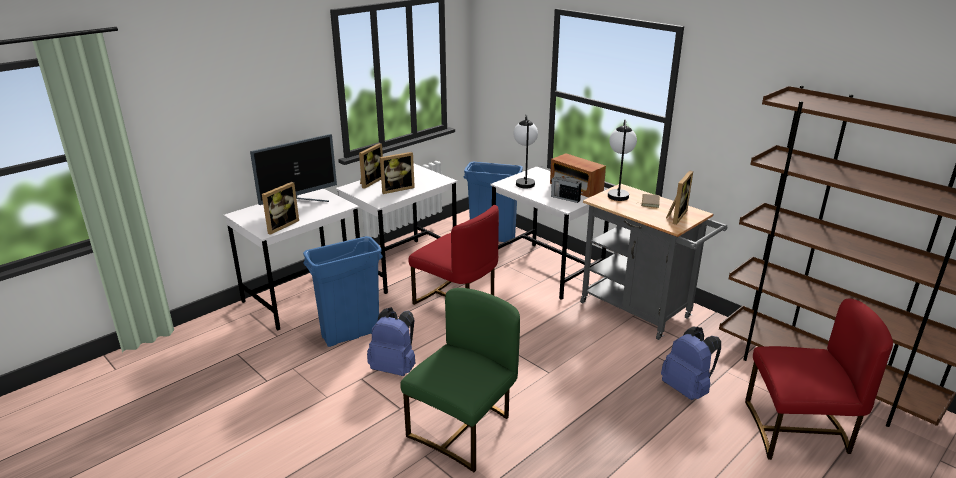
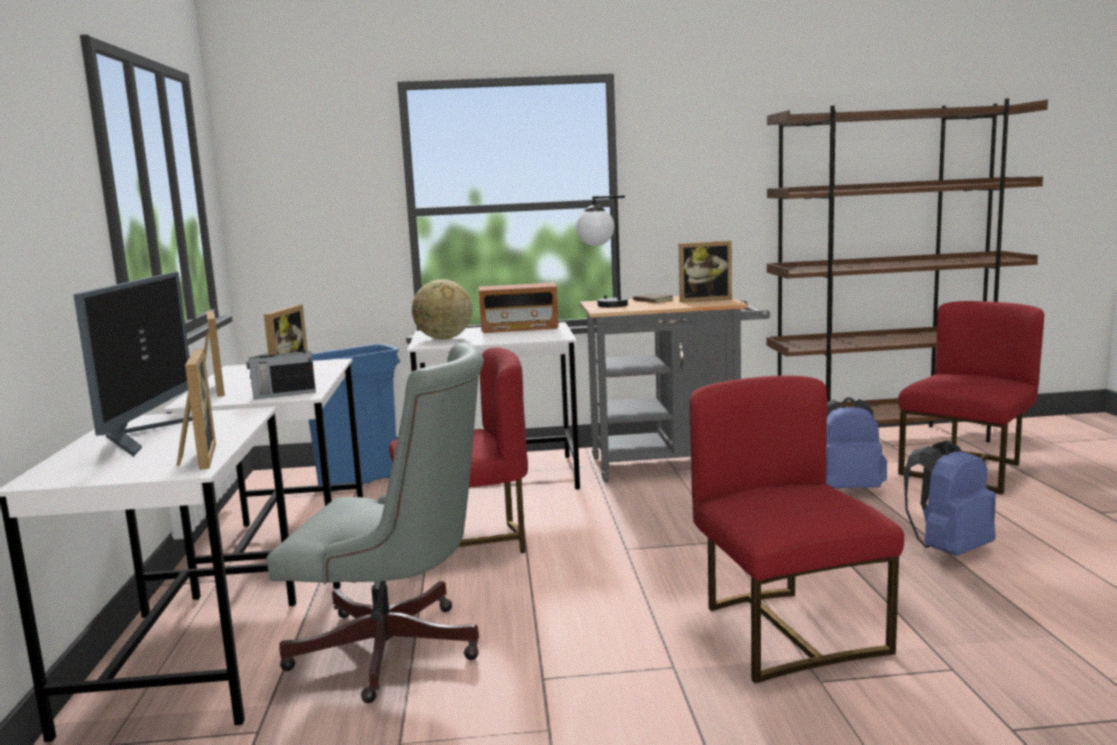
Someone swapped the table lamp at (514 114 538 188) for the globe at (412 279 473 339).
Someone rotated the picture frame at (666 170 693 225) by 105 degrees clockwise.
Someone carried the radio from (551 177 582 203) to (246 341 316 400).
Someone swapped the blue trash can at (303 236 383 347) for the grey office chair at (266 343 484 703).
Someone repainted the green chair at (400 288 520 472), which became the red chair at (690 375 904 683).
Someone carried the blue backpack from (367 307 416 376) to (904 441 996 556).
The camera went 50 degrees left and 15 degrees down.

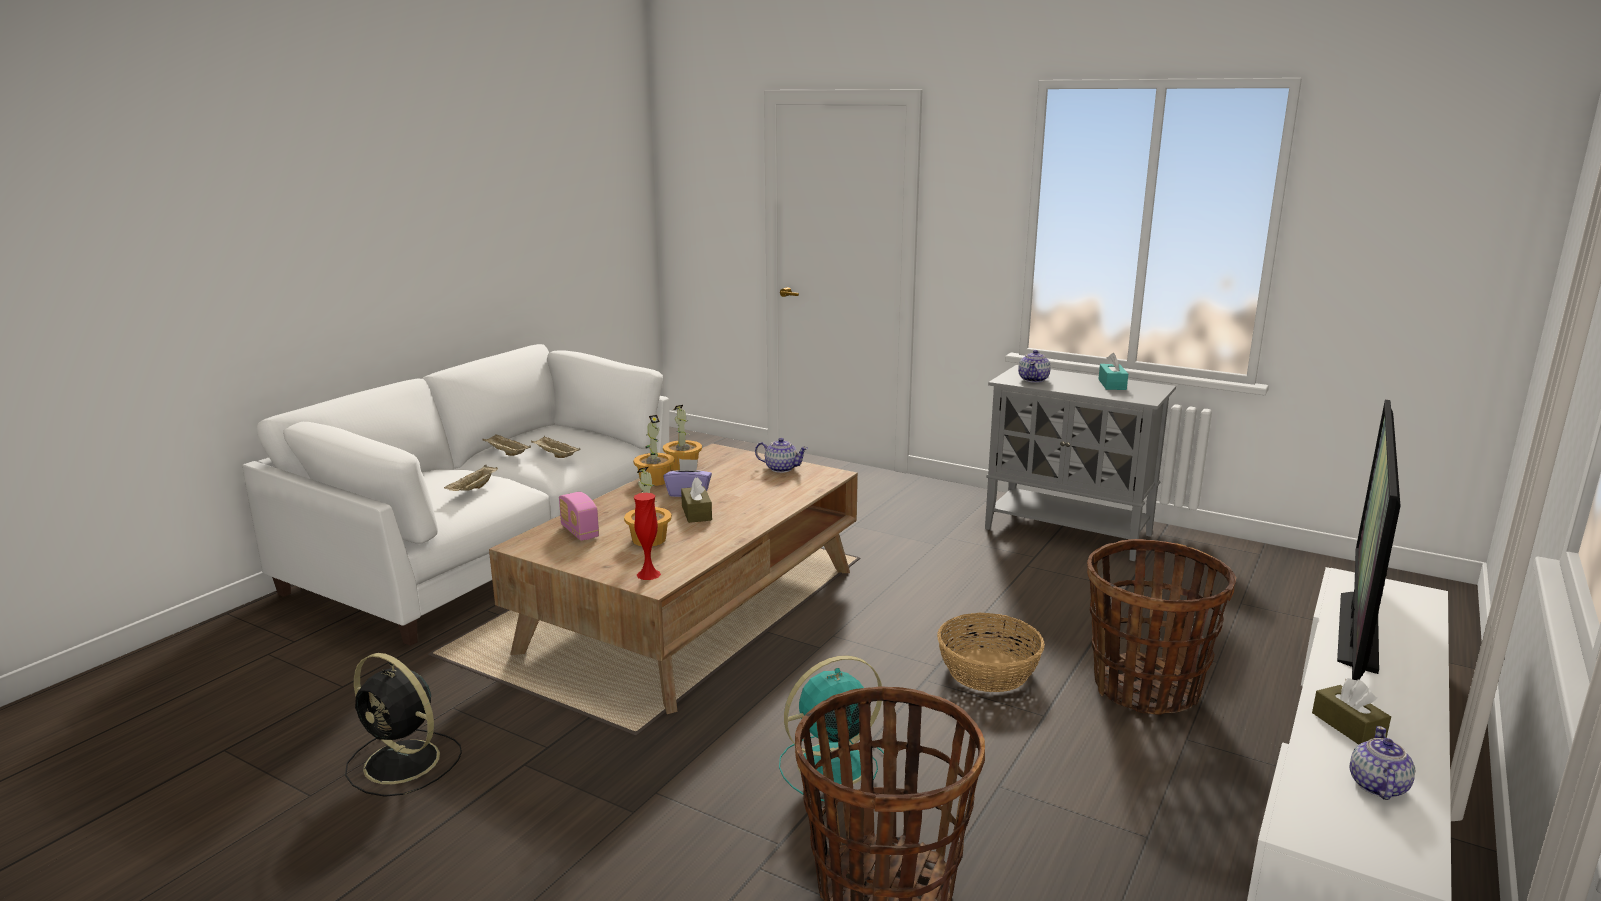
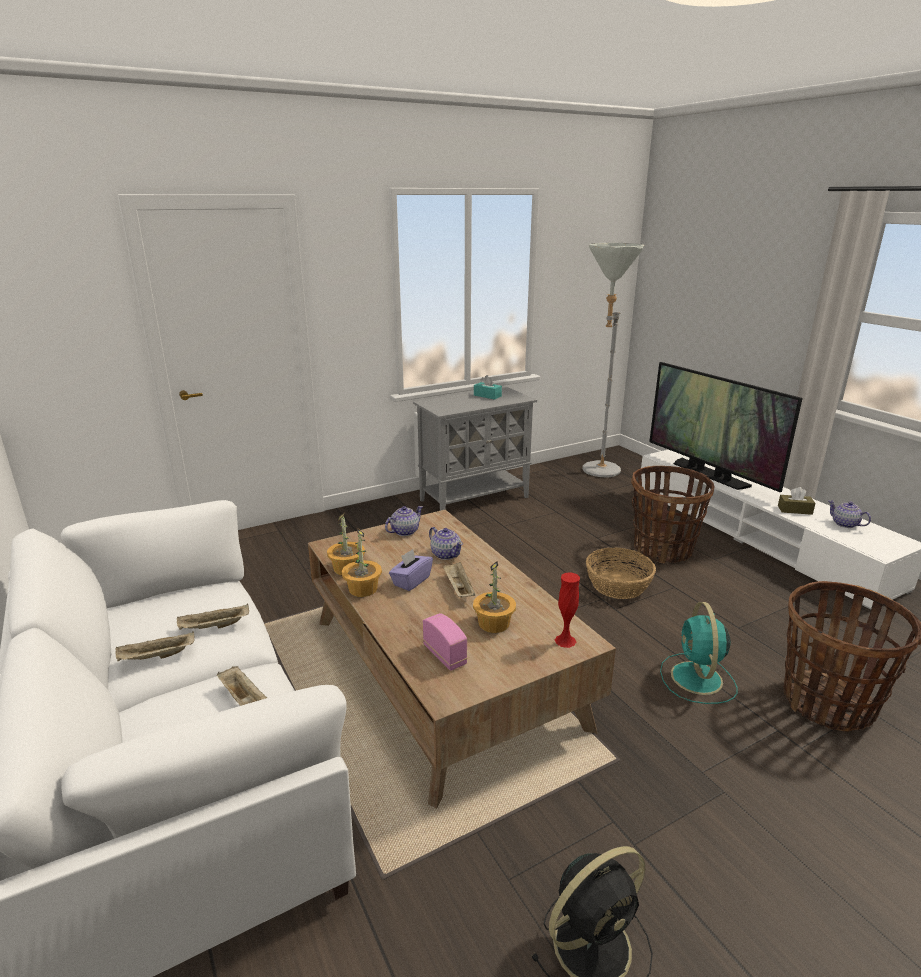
Someone carried the teapot from (1018 350 1051 383) to (429 527 463 560).
Someone swapped the brown tissue box at (681 477 712 523) for the beige tray at (443 562 476 597).
Someone rotated the radio at (559 492 599 541) by 120 degrees counterclockwise.
Someone put down the grey floor lamp at (582 243 644 478).
The camera went 60 degrees left and 5 degrees up.

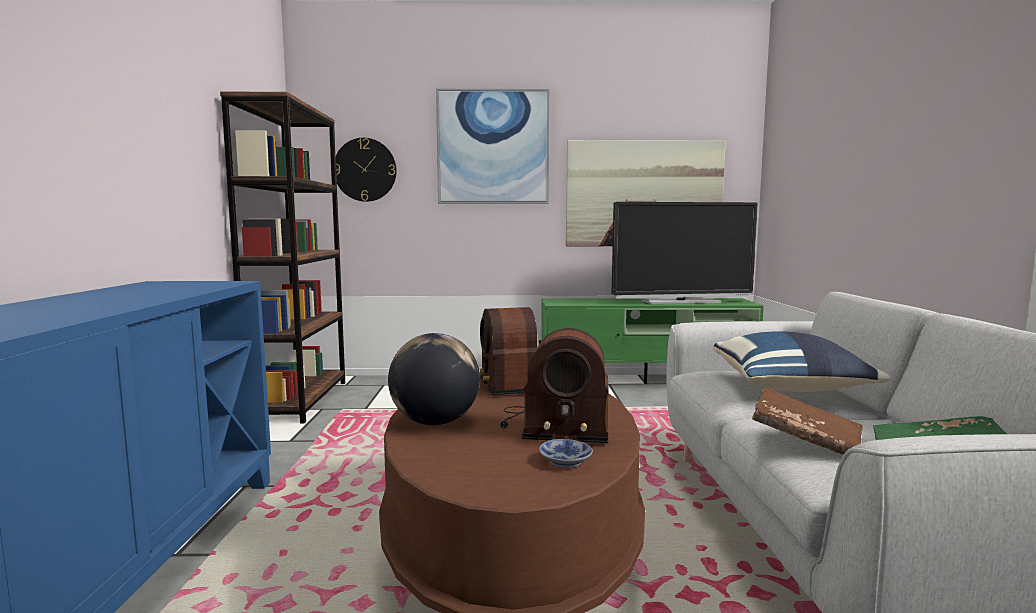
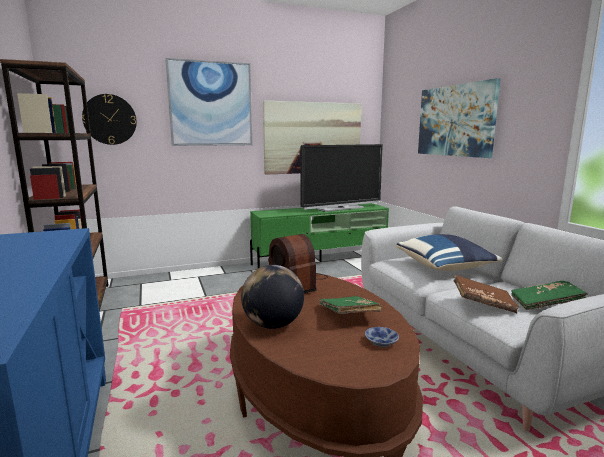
Someone swapped the radio at (500 328 609 443) for the green book at (319 296 382 314).
Someone put up the picture at (418 78 501 158).
The camera went 20 degrees left and 5 degrees up.

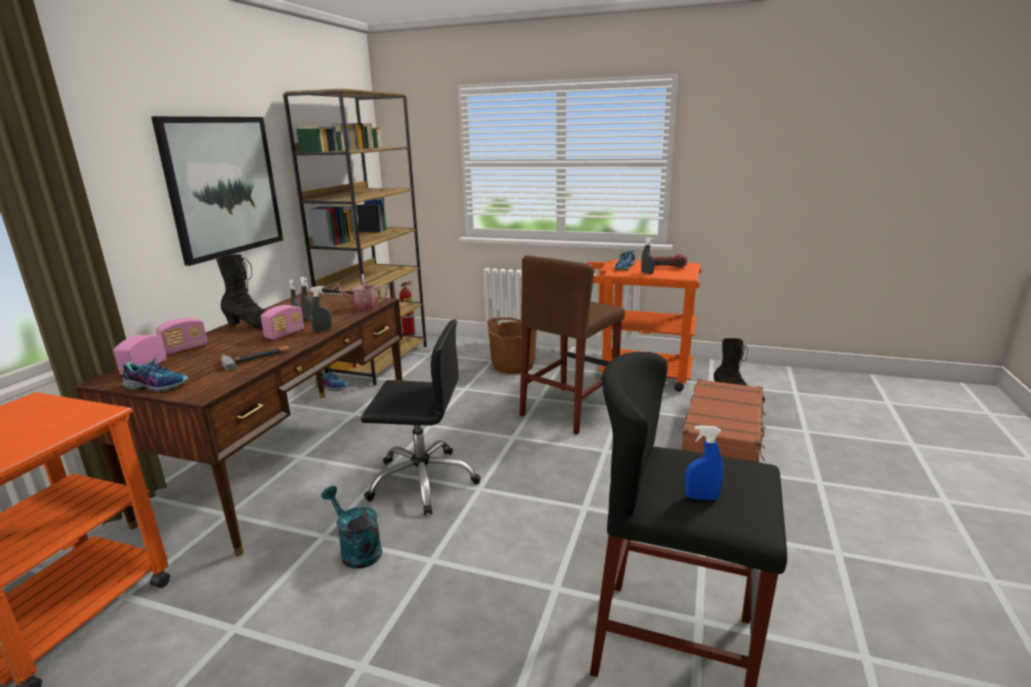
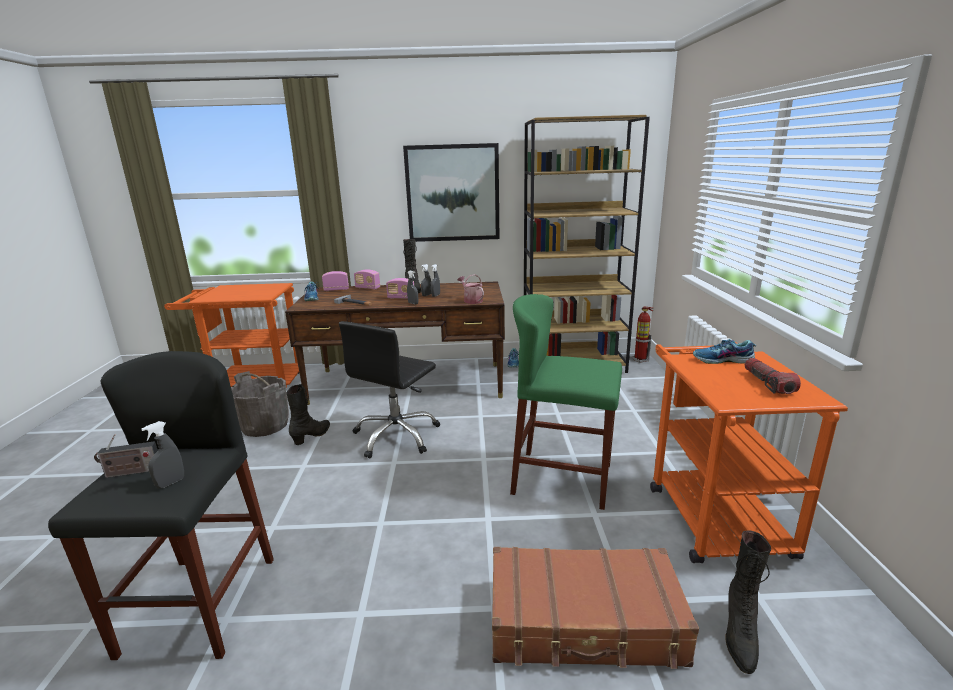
Someone carried the grey spray bottle from (641 237 655 274) to (141 421 184 489).
Someone repainted the brown stool at (520 256 625 435), which became the green stool at (510 294 622 510).
Someone took away the brown bucket at (487 317 537 374).
Someone rotated the black office chair at (361 320 481 515) by 45 degrees clockwise.
Someone swapped the blue spray bottle at (685 426 723 500) for the radio at (94 434 158 478).
Someone swapped the turquoise watering can at (321 486 382 569) for the black boot at (286 384 330 445).
Someone put down the grey bucket at (231 371 289 437).
The camera went 70 degrees right and 0 degrees up.

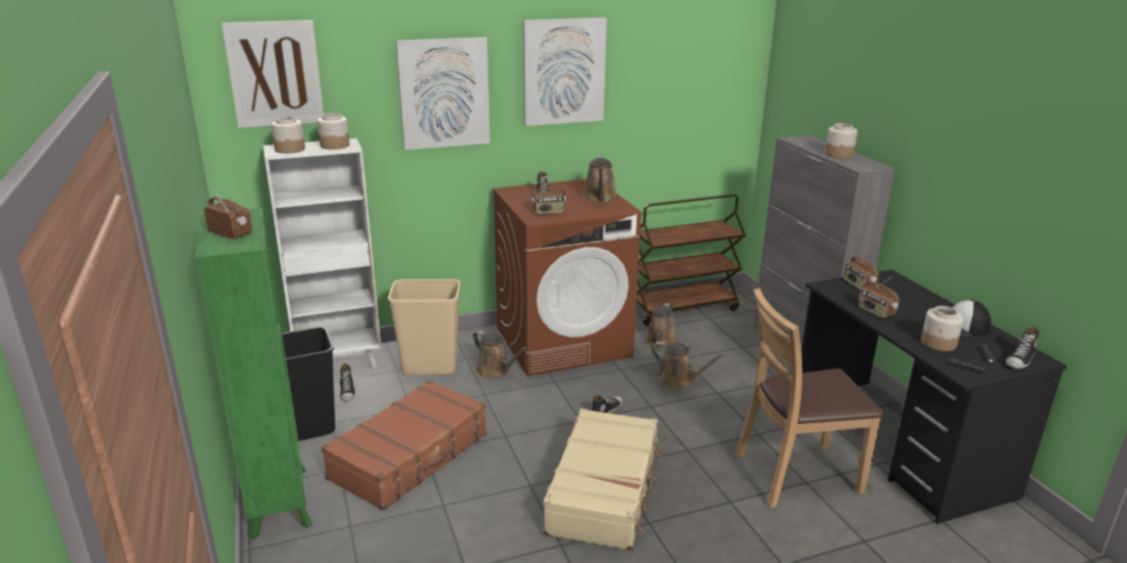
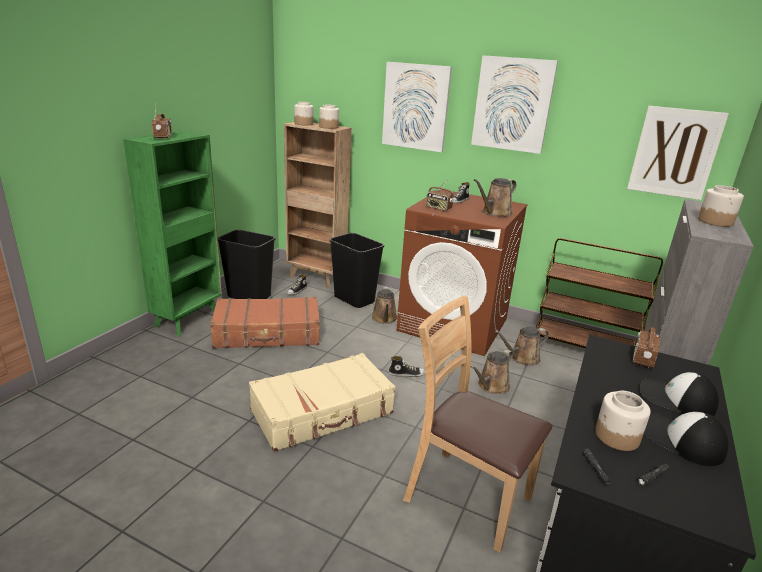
Someone carried the picture from (222 20 324 128) to (627 106 729 200).
Someone repainted the white bookcase at (263 138 381 370), which became the brown bookcase at (284 122 352 288).
Someone took away the radio at (858 276 899 318).
Someone repainted the beige trash can at (388 279 461 375), which became the black trash can at (329 233 384 308).
Someone took away the shoe at (1006 326 1039 369).
Someone rotated the brown watering can at (651 341 727 389) by 60 degrees clockwise.
Someone put down the cap at (640 372 719 416).
The camera went 45 degrees right and 0 degrees up.

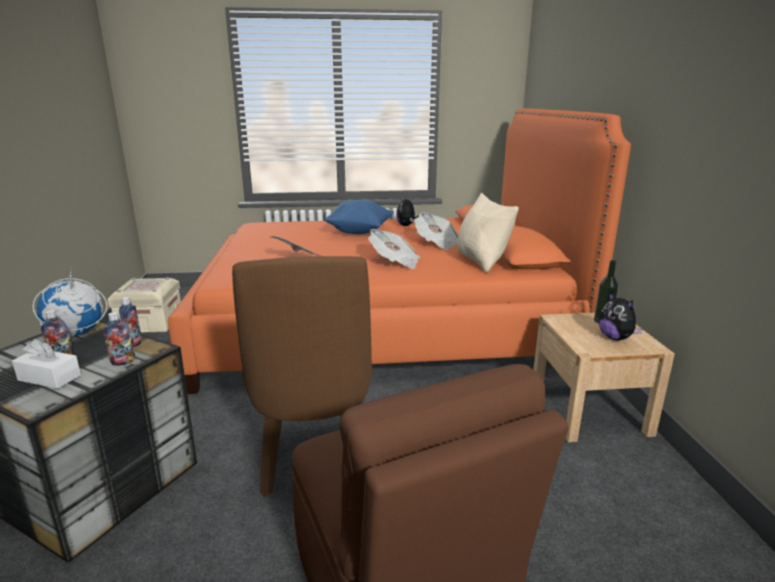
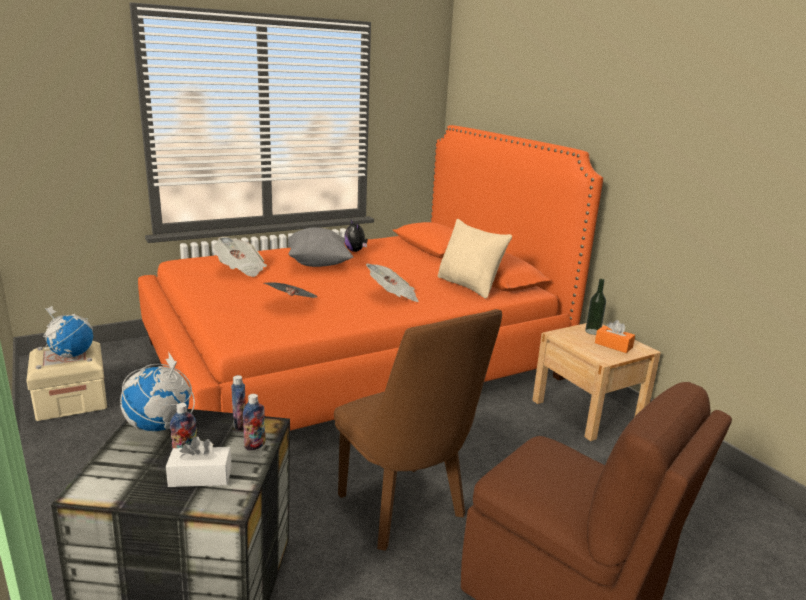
Someone repainted the blue pillow at (324 199 394 234), which became the grey pillow at (288 228 353 267).
Someone carried the newspaper from (414 213 458 250) to (213 237 267 277).
Someone swapped the plush toy at (599 291 643 340) for the orange tissue box at (595 320 635 353).
Someone put down the globe at (43 306 93 358).
The camera went 25 degrees left and 0 degrees up.

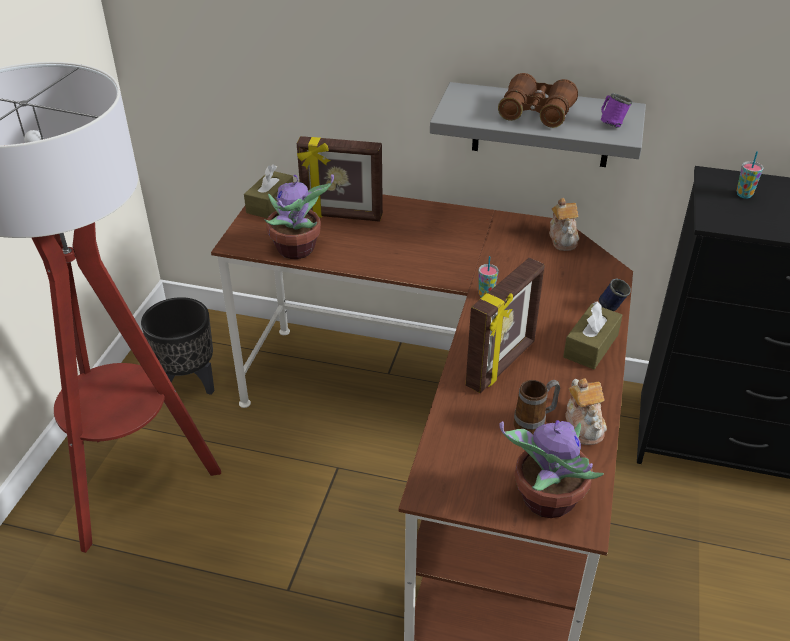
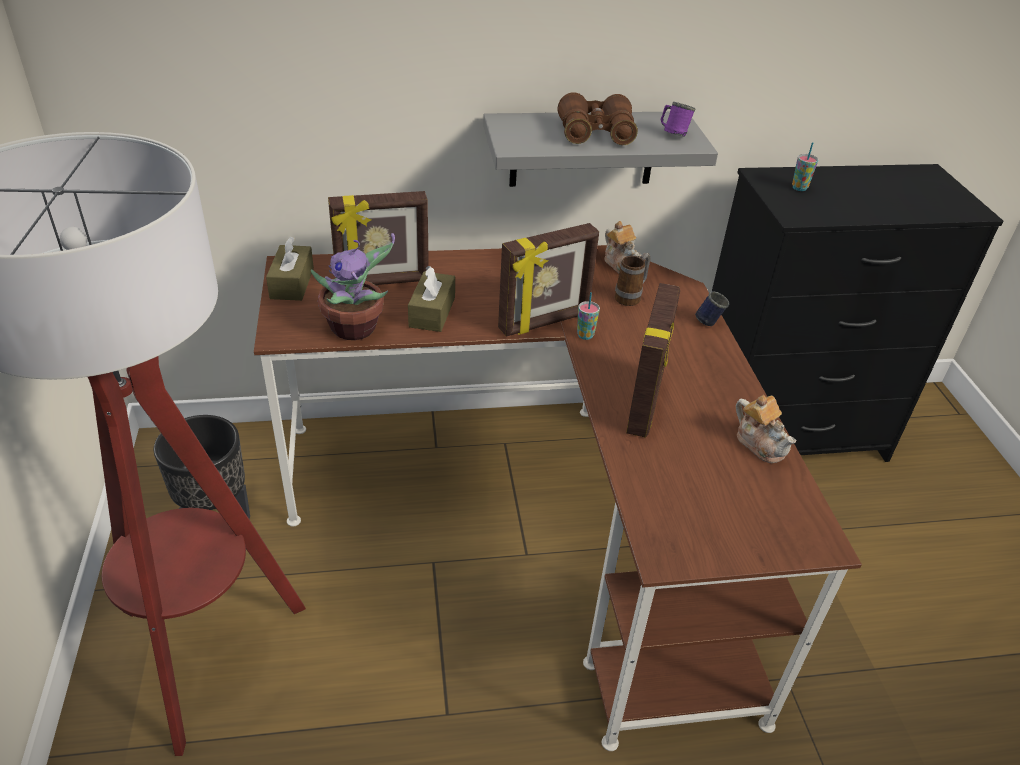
Someone carried the brown tissue box from (563 301 622 369) to (408 266 455 332).
Someone carried the mug from (514 380 560 434) to (615 253 651 306).
Someone took away the potted plant at (500 420 604 518).
Someone put down the picture frame at (498 223 599 337).
The camera went 25 degrees left and 0 degrees up.

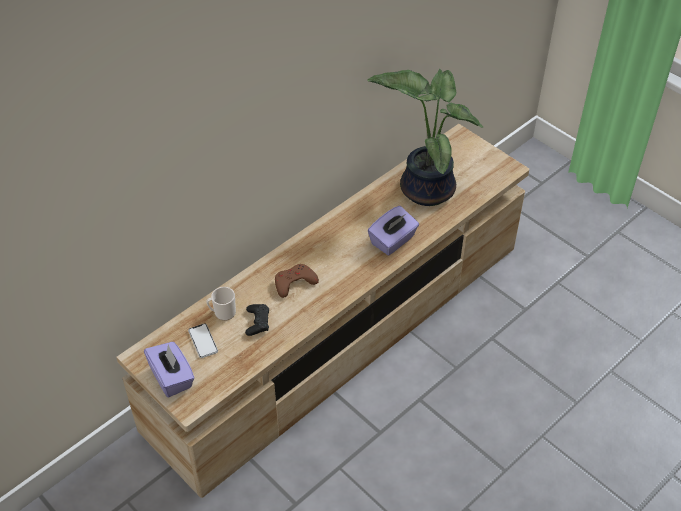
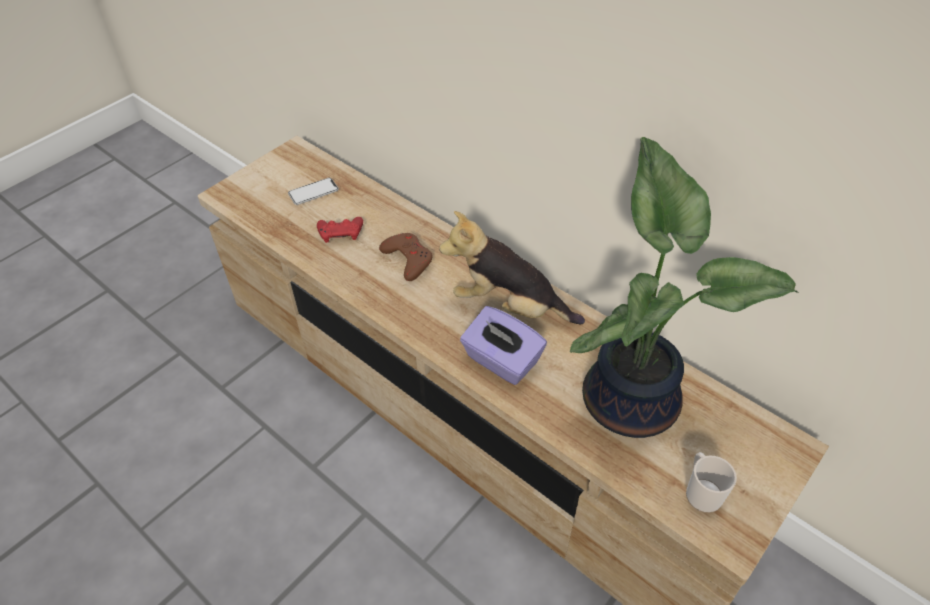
Someone carried the mug from (206 287 236 321) to (686 452 737 513).
Someone repainted the black game controller at (245 304 269 336), which became the red game controller at (317 217 363 243).
Someone took away the purple tissue box at (144 342 195 397).
Someone put down the plush toy at (439 211 585 324).
The camera went 85 degrees right and 0 degrees up.

